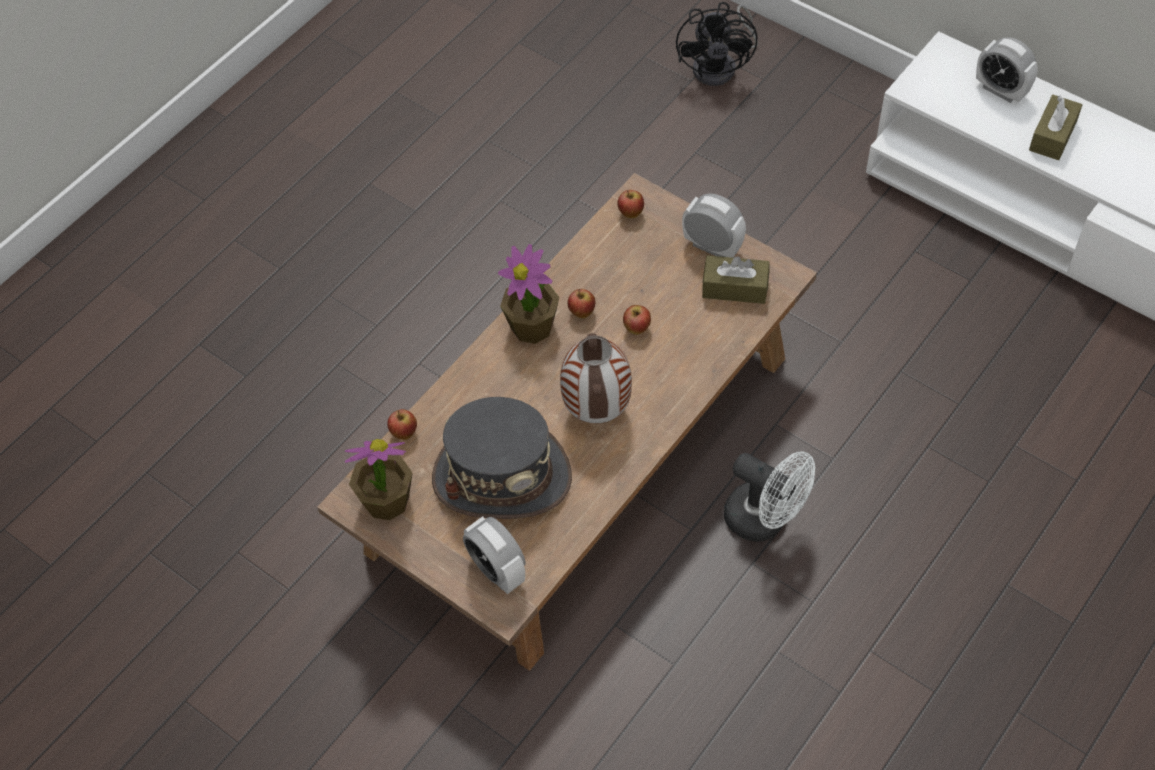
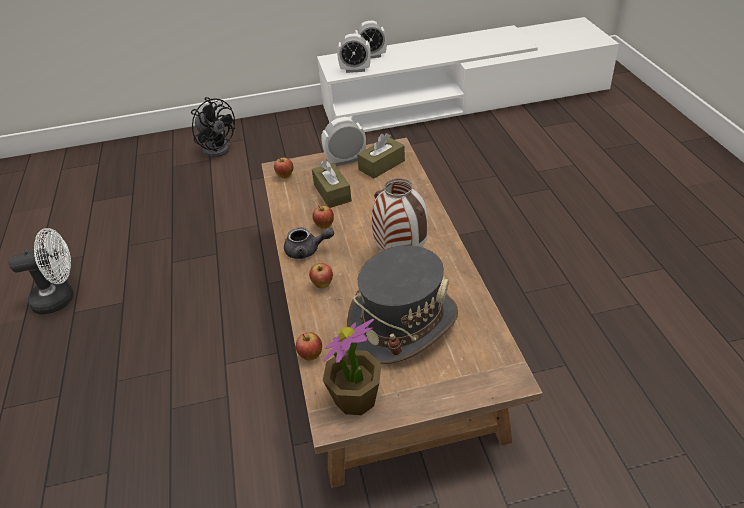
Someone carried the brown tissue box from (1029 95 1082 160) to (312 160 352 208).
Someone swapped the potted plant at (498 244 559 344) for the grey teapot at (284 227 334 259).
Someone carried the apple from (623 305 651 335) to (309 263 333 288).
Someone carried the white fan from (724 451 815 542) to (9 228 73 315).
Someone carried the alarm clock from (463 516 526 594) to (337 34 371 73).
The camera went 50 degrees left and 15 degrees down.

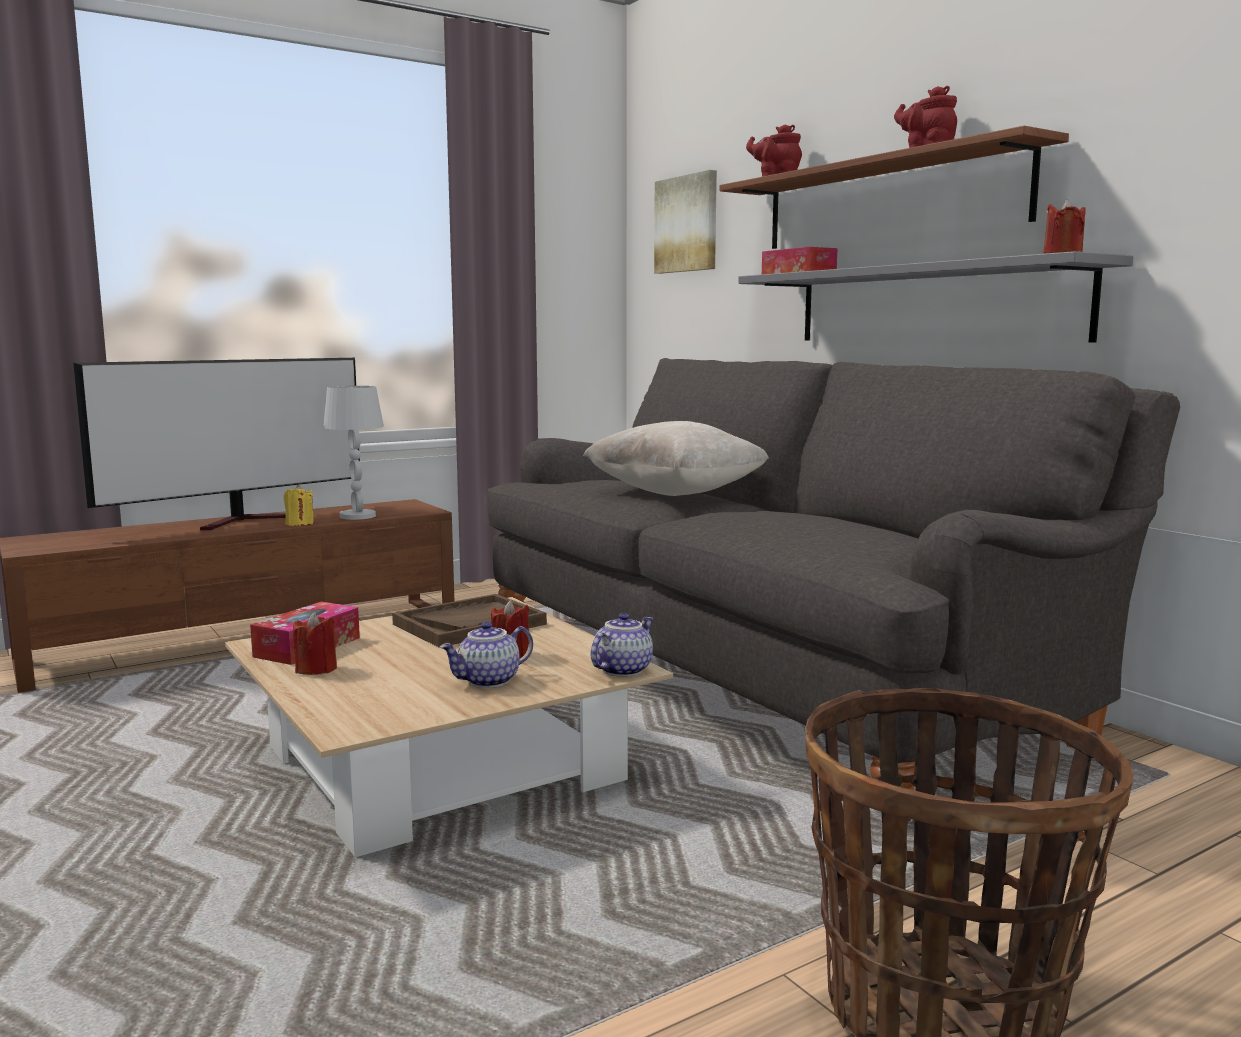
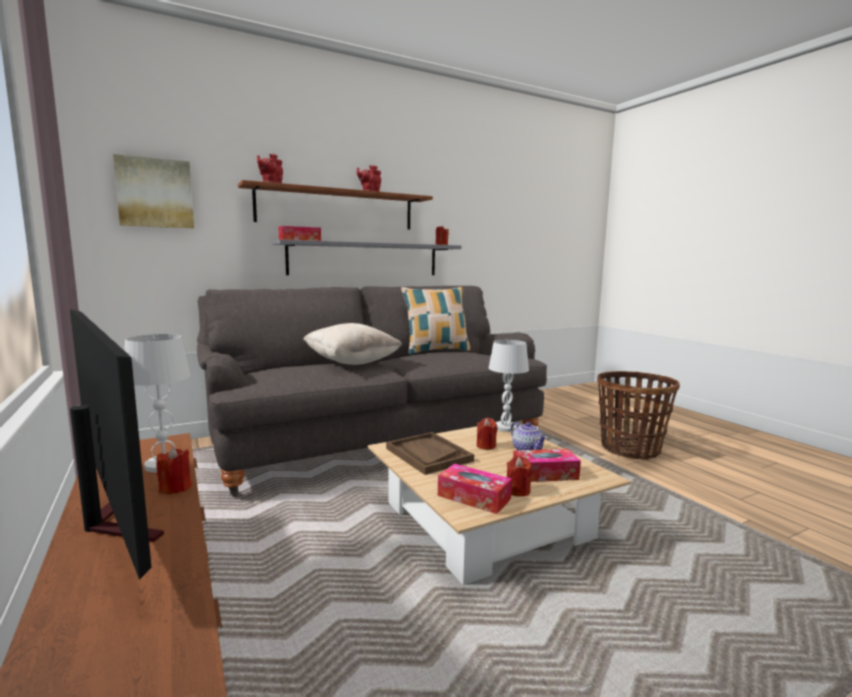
Someone repainted the yellow candle at (284 484 314 526), which became the red candle at (156 447 192 494).
Someone swapped the teapot at (591 613 653 677) for the white table lamp at (489 340 529 432).
Someone put down the pillow at (401 287 470 355).
Someone put down the tissue box at (513 449 581 482).
The camera went 85 degrees left and 0 degrees up.

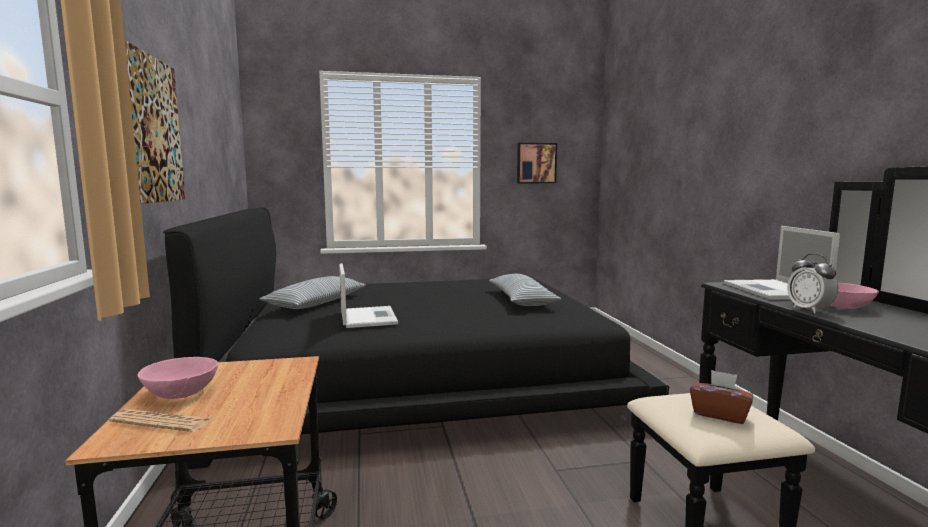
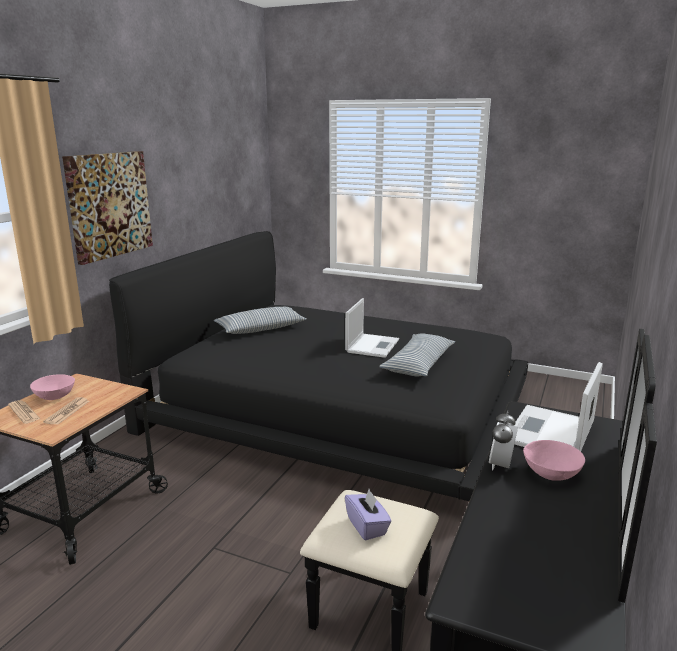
Someone took away the picture at (517 143 557 183).
Someone carried the laptop from (339 263 399 328) to (345 298 399 358).
Someone repainted the brown tissue box at (690 370 753 424), which became the purple tissue box at (345 489 392 541).
Someone put down the newspaper at (43 397 89 425).
The camera went 35 degrees right and 10 degrees up.

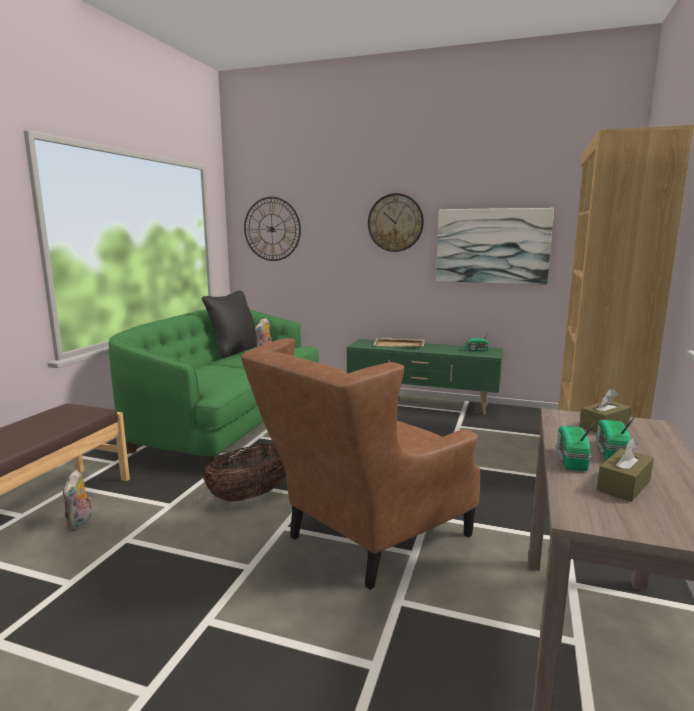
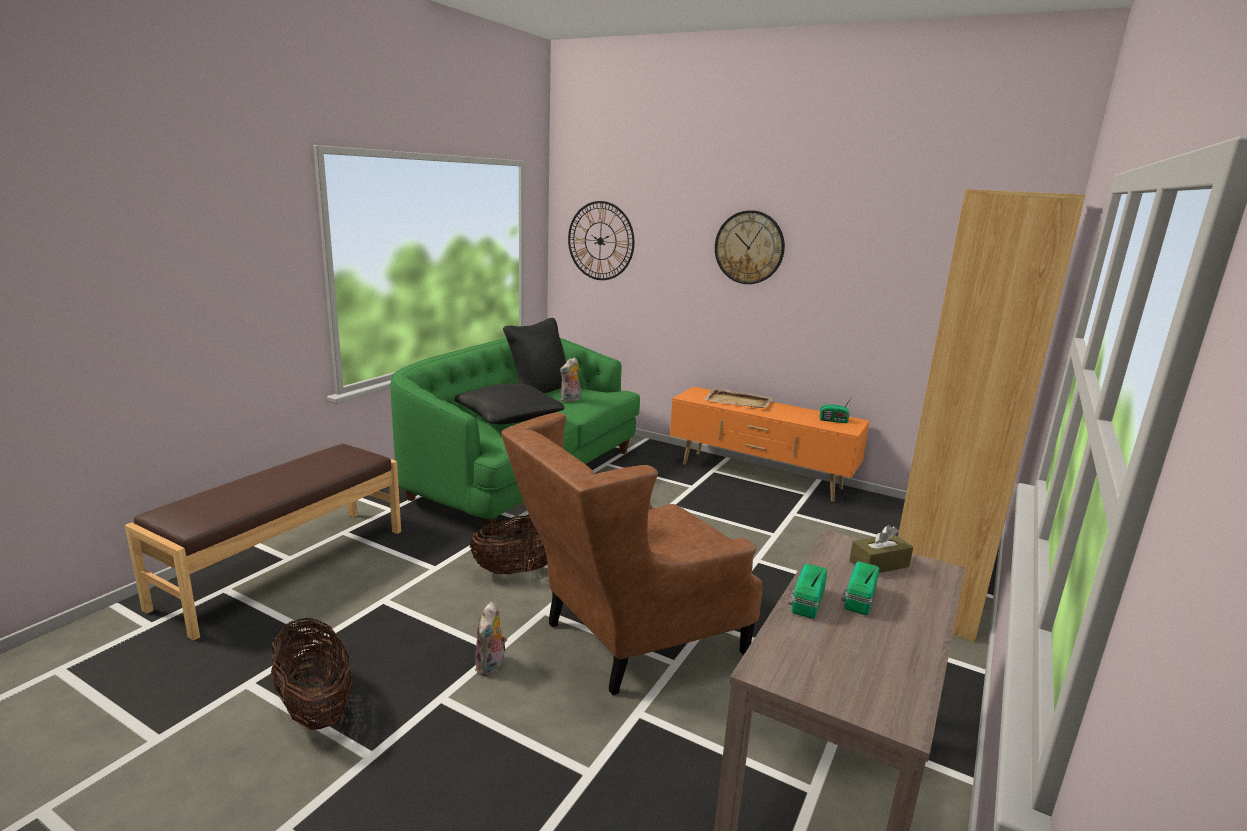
Someone took away the picture at (436 208 554 285).
Someone repainted the green tv stand at (347 339 503 415), which became the orange tv stand at (670 386 870 502).
Someone took away the brown tissue box at (597 438 654 502).
Someone carried the plush toy from (63 470 92 531) to (475 602 507 676).
Someone put down the black pillow at (455 383 565 424).
Someone put down the basket at (271 617 352 730).
The camera went 10 degrees right and 5 degrees up.

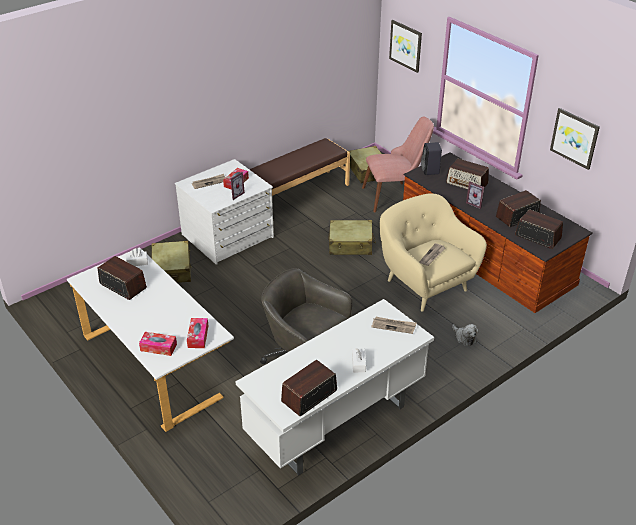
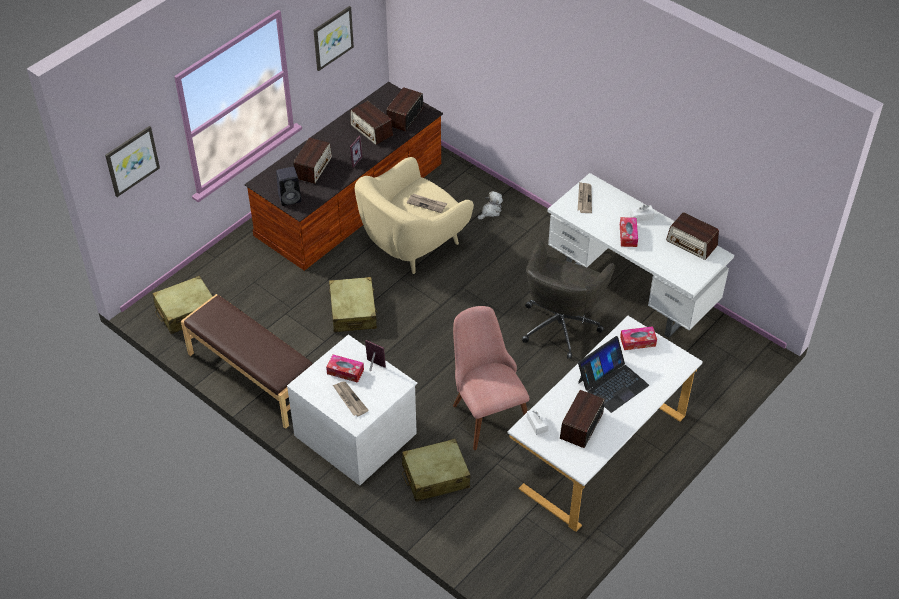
Someone carried the pink chair from (362 116 434 212) to (453 306 530 450).
Someone carried the tissue box from (139 332 177 356) to (620 217 638 247).
Someone put down the laptop at (578 336 649 413).
The camera went 100 degrees left and 10 degrees up.

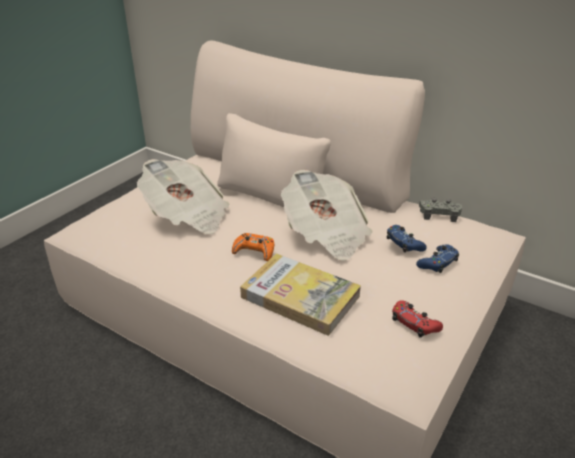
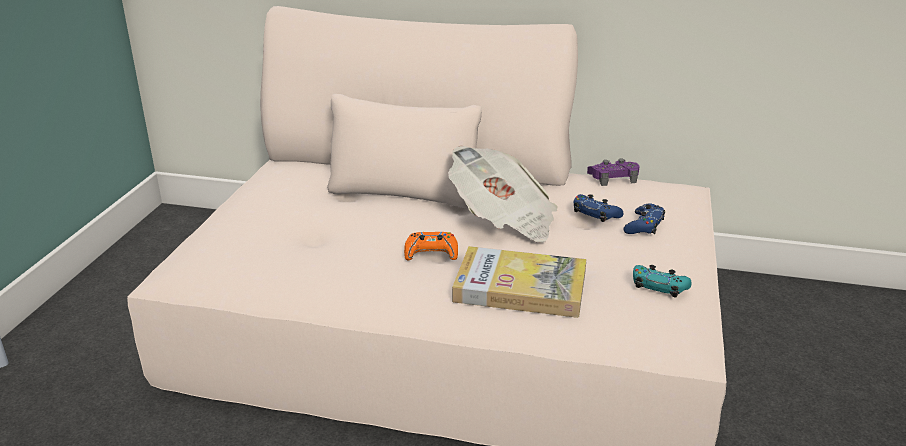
Someone took away the newspaper at (137 159 229 235).
Someone repainted the grey game controller at (419 198 462 222), which became the purple game controller at (587 159 640 186).
Someone repainted the red game controller at (392 300 443 338), which became the turquoise game controller at (633 265 691 297).
The camera went 20 degrees left and 5 degrees down.

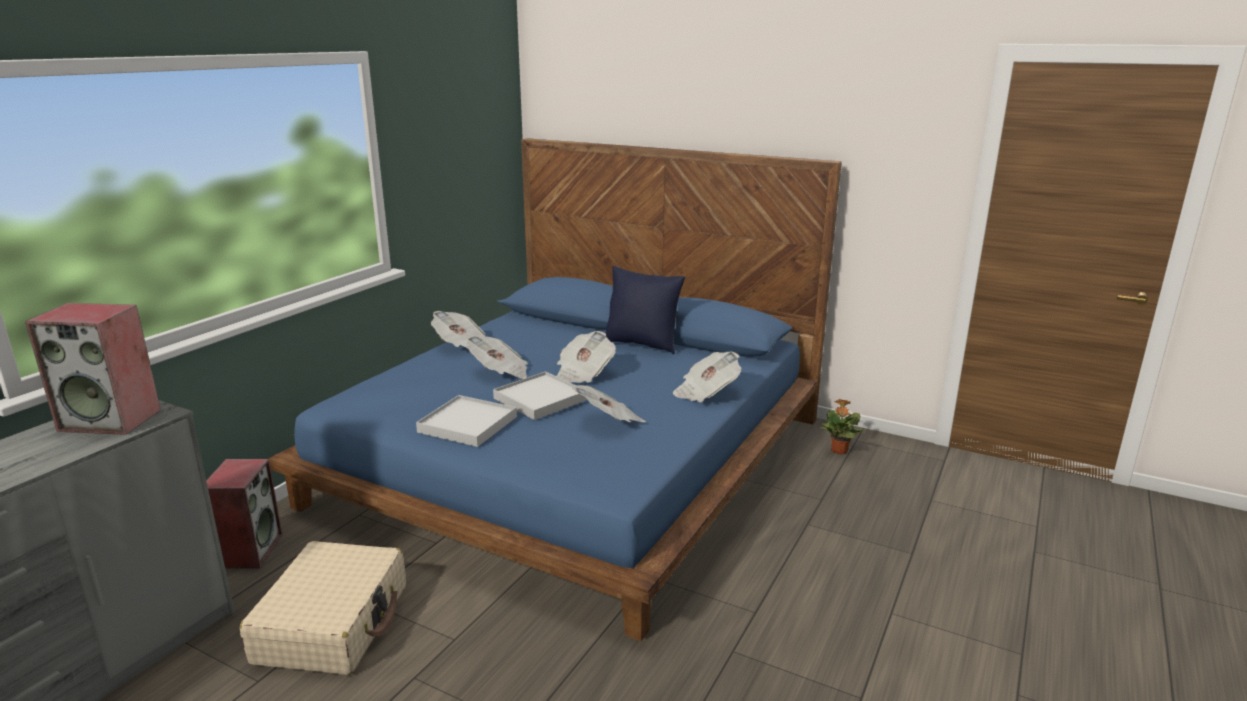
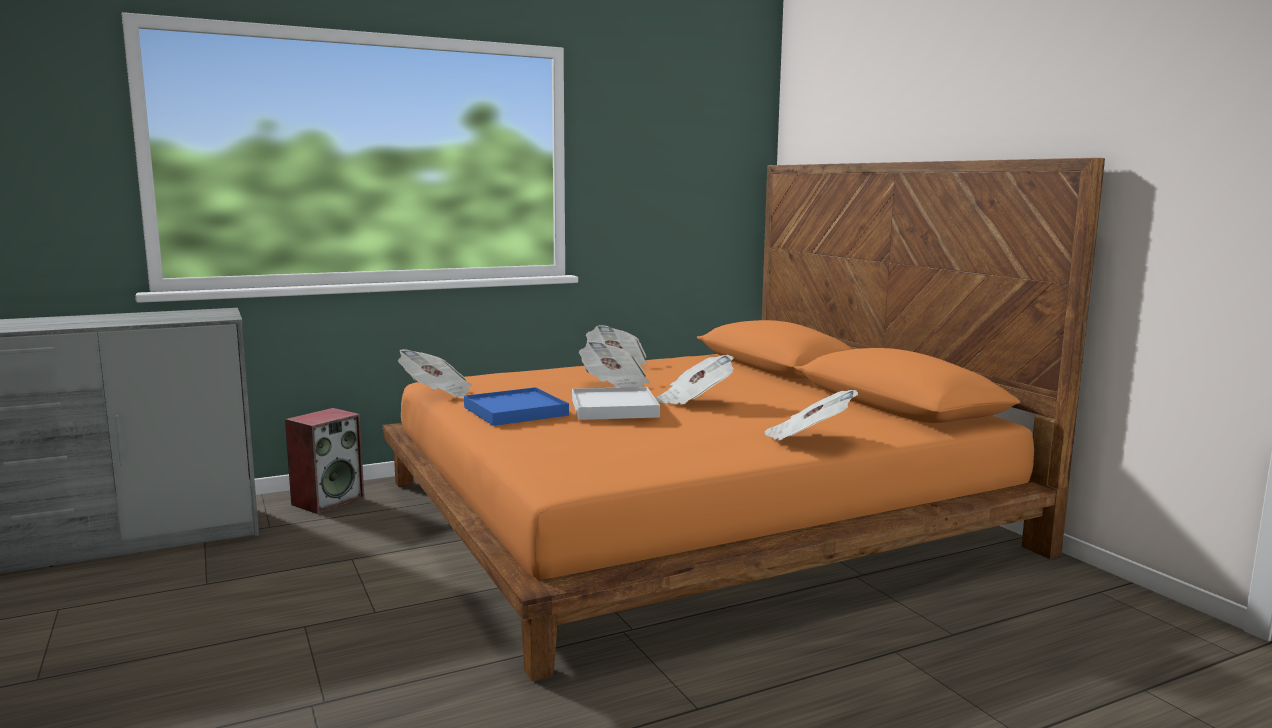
Someone repainted the blue bed at (268 138 842 641), which became the orange bed at (382 158 1105 681).
Someone took away the blue pillow at (606 266 686 354).
Someone took away the speaker at (25 303 161 435).
Someone carried the newspaper from (572 385 646 422) to (398 349 472 398).
Someone repainted the white tray at (416 395 517 447), which became the blue tray at (464 387 569 426).
Someone took away the potted plant at (820 399 866 454).
Someone took away the beige suitcase at (240 541 406 675).
The camera went 35 degrees right and 10 degrees down.

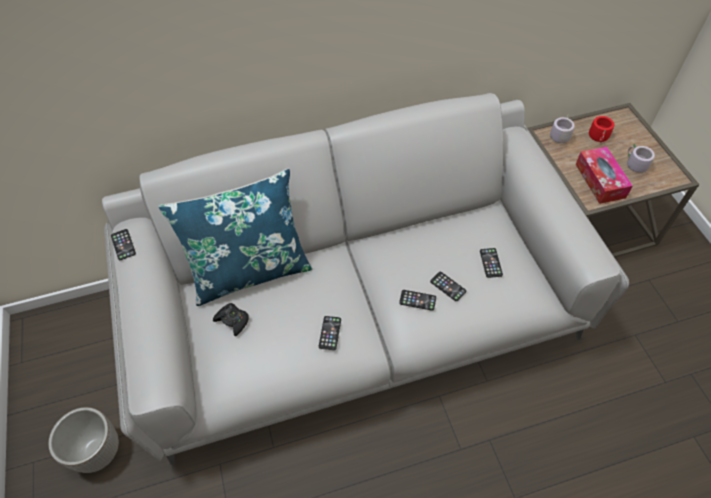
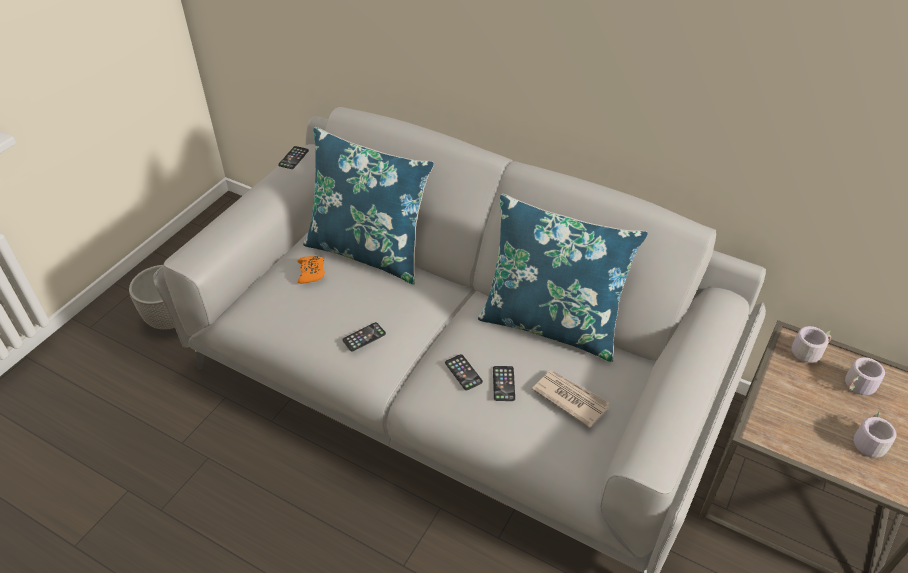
Someone repainted the red mug at (589 116 614 142), which became the grey mug at (845 357 886 395).
Someone took away the tissue box at (576 147 633 204).
Someone swapped the phone at (480 248 503 278) for the newspaper at (532 370 609 428).
Someone repainted the black game controller at (213 303 249 336), which became the orange game controller at (297 255 325 284).
Someone put down the blue pillow at (478 194 648 362).
The camera went 45 degrees right and 10 degrees down.

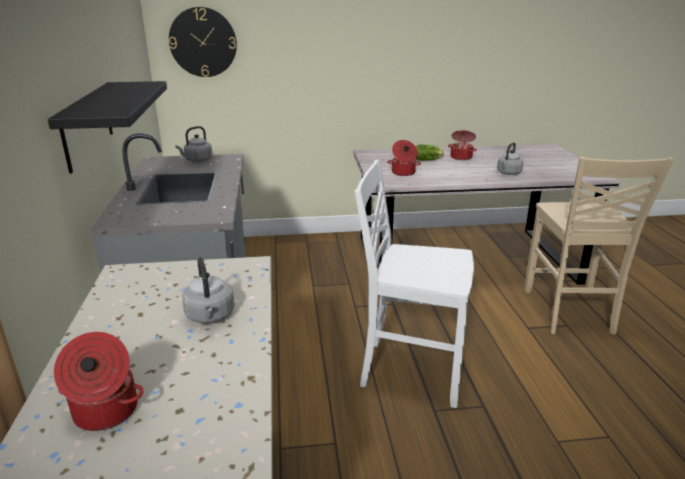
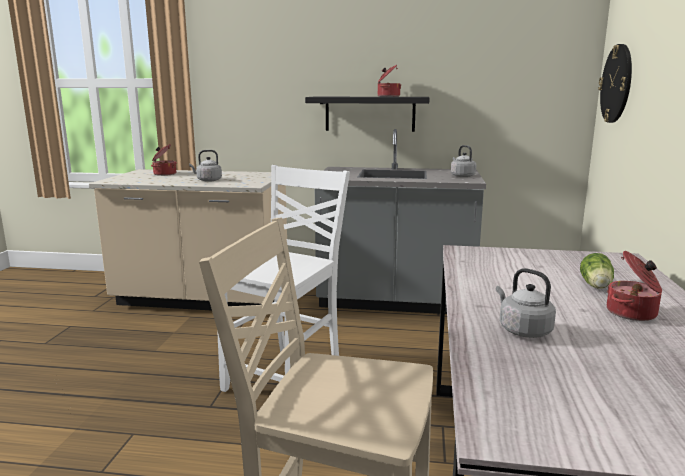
Someone carried the cooking pot from (387 140 421 176) to (378 65 401 97).
The camera went 105 degrees right and 10 degrees down.

